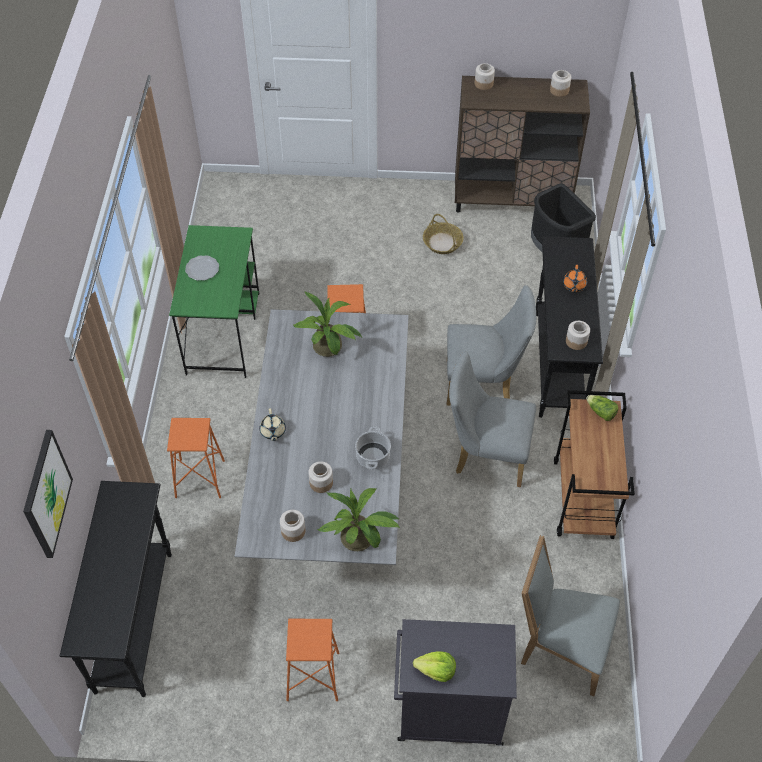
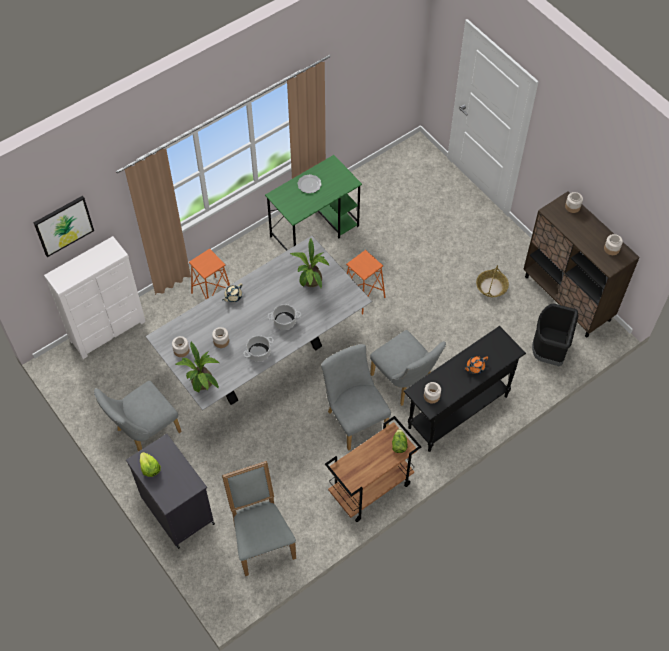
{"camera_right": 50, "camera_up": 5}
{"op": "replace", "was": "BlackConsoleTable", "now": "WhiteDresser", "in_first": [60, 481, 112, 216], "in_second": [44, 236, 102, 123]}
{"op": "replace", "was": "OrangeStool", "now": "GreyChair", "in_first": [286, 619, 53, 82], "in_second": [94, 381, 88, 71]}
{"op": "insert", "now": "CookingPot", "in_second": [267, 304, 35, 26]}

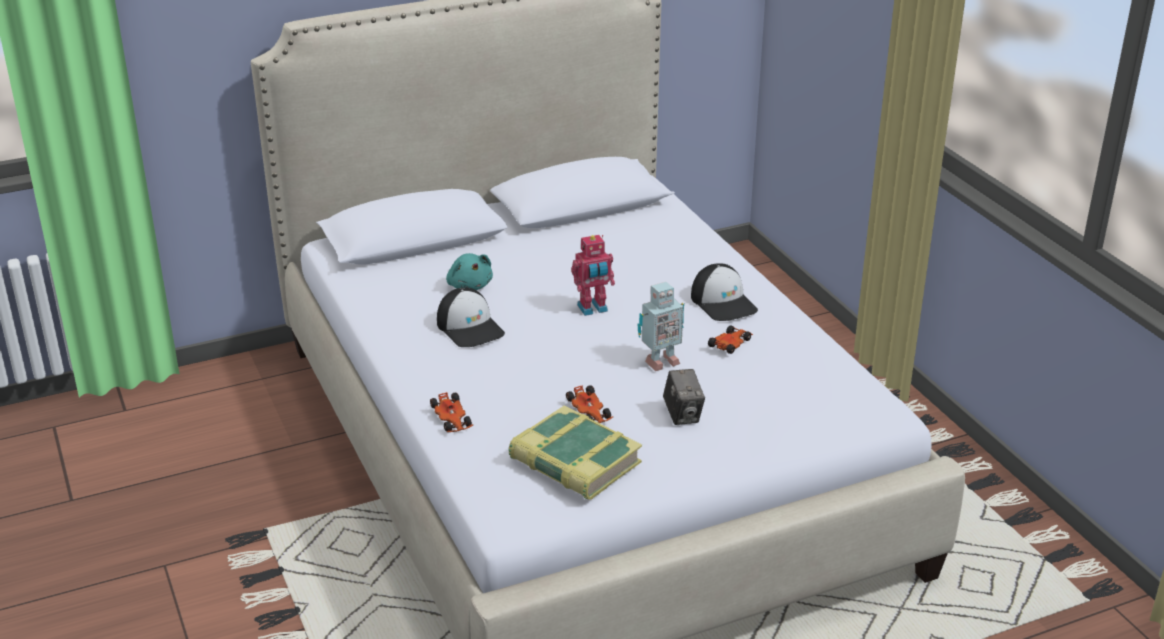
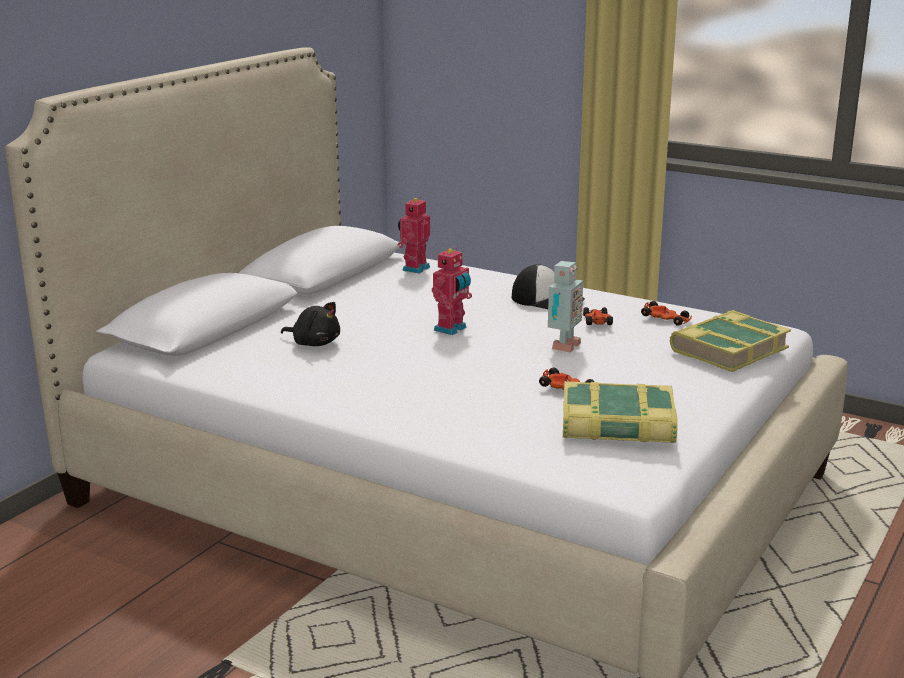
{"camera_right": -35, "camera_up": -10}
{"op": "recolor", "was": "TurquoisePlushToy", "now": "BlackPlushToy", "in_first": [446, 253, 47, 37], "in_second": [281, 302, 59, 44]}
{"op": "delete", "was": "Cap", "in_first": [437, 288, 68, 59]}
{"op": "delete", "was": "PhotoCamera", "in_first": [663, 369, 42, 56]}
{"op": "move", "was": "ToyCar", "in_first": [430, 392, 43, 40], "in_second": [641, 301, 51, 25]}
{"op": "insert", "now": "ToyRobot", "in_second": [398, 197, 33, 77]}
{"op": "insert", "now": "Book", "in_second": [670, 310, 121, 62]}

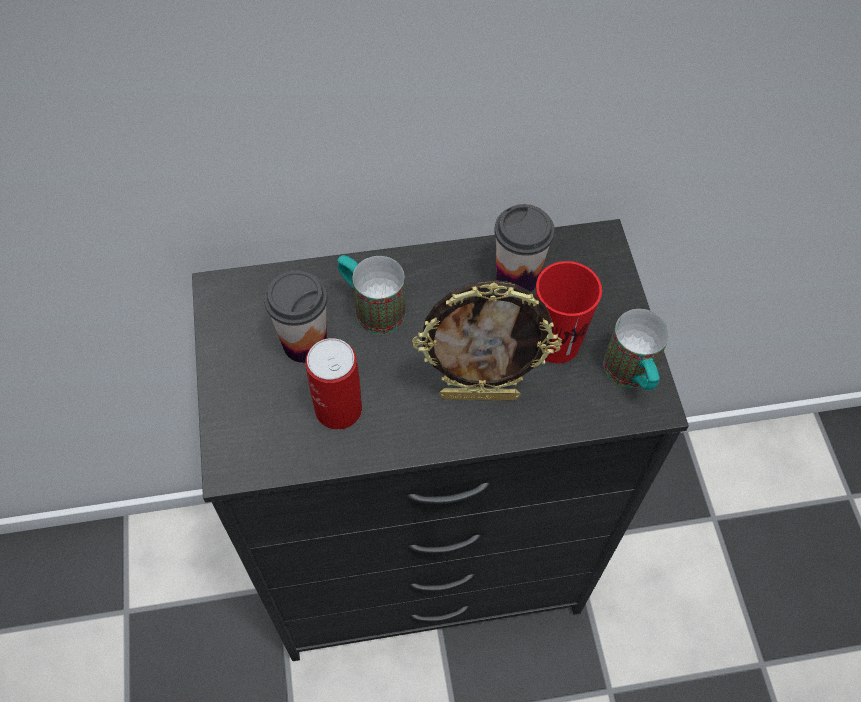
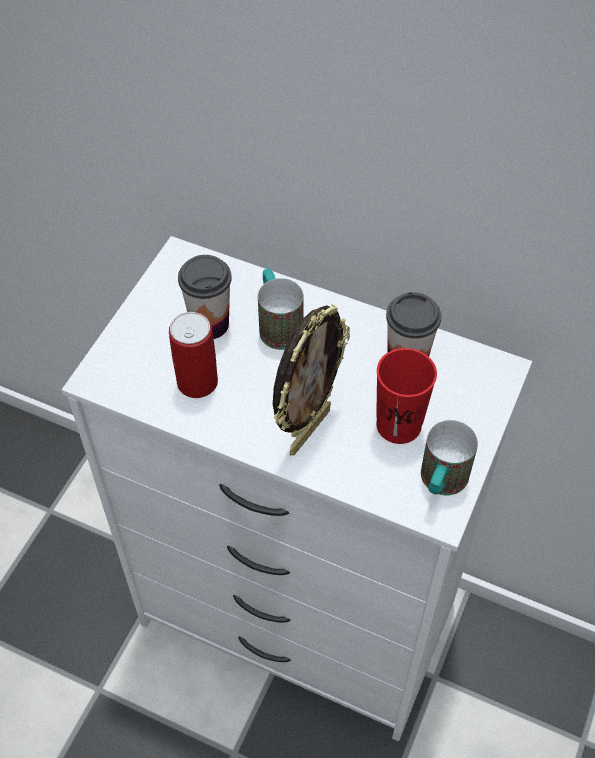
{"camera_right": 35, "camera_up": -5}
{"op": "recolor", "was": "BlackDresser", "now": "WhiteDresser", "in_first": [192, 219, 497, 442], "in_second": [62, 236, 470, 505]}
{"op": "rotate", "was": "PictureFrame", "in_first": [412, 280, 150, 121], "in_second": [273, 304, 77, 152], "clockwise": -90}

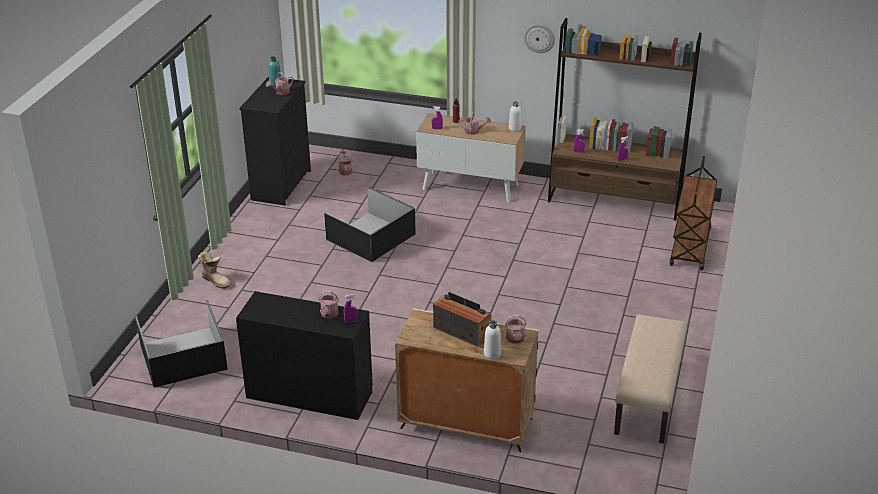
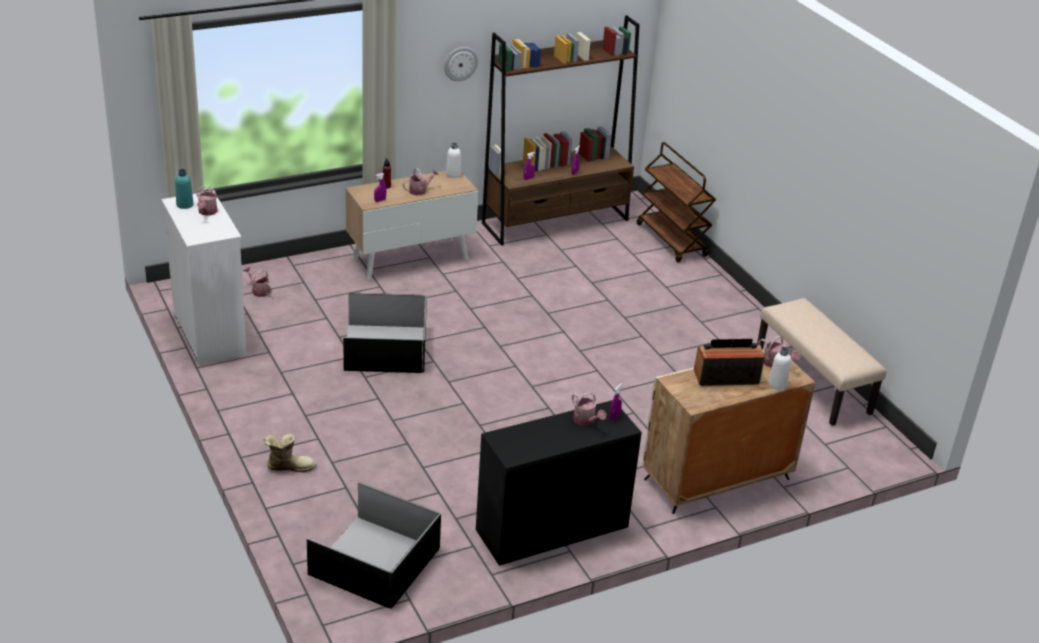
{"camera_right": -45, "camera_up": 0}
{"op": "recolor", "was": "BlackDresser", "now": "WhiteDresser", "in_first": [239, 77, 72, 129], "in_second": [162, 191, 85, 174]}

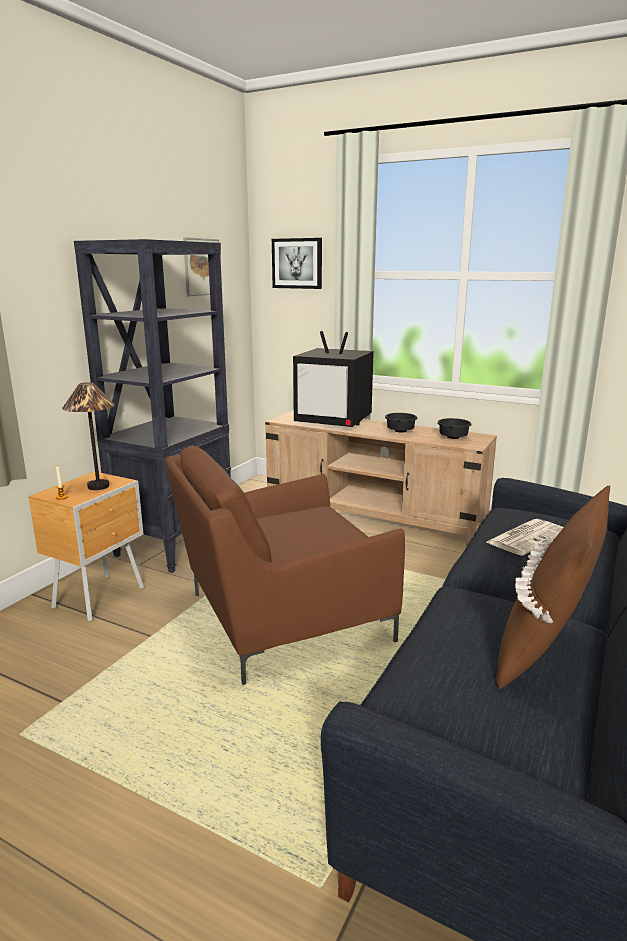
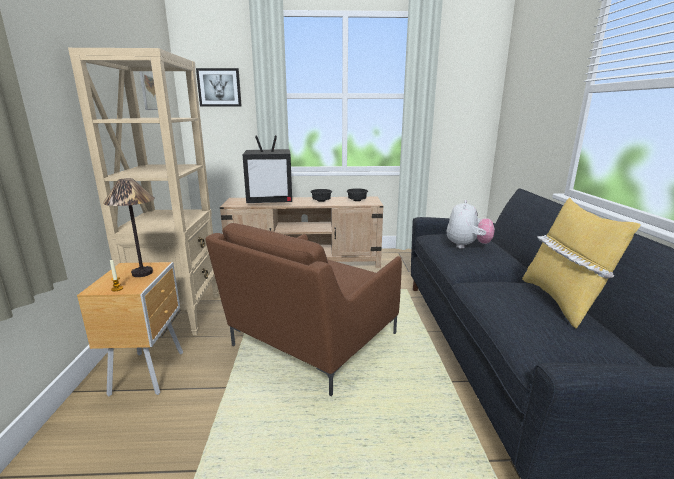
{"camera_right": -30, "camera_up": 0}
{"op": "recolor", "was": "BlackBookcase", "now": "BeigeBookcase", "in_first": [74, 239, 157, 334], "in_second": [68, 48, 151, 287]}
{"op": "recolor", "was": "BrownPillow", "now": "YellowPillow", "in_first": [496, 485, 114, 204], "in_second": [522, 198, 118, 130]}
{"op": "replace", "was": "Newspaper", "now": "PlushToy", "in_first": [486, 519, 78, 37], "in_second": [447, 200, 48, 49]}

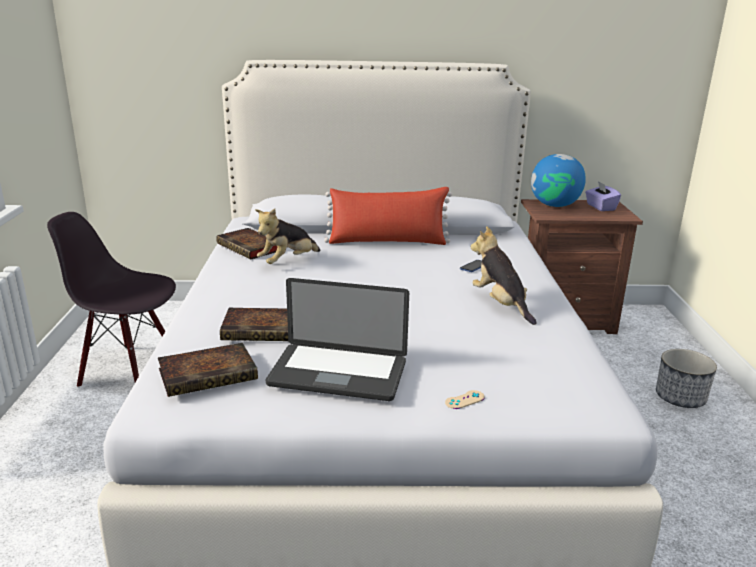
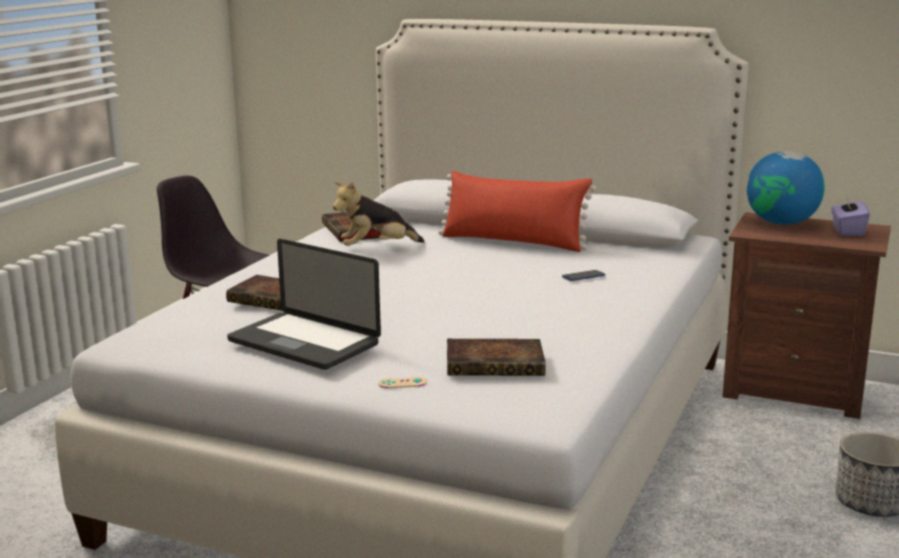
{"camera_right": 25, "camera_up": -5}
{"op": "delete", "was": "PlushToy", "in_first": [471, 226, 65, 99]}
{"op": "move", "was": "Book", "in_first": [158, 343, 100, 54], "in_second": [447, 339, 99, 37]}

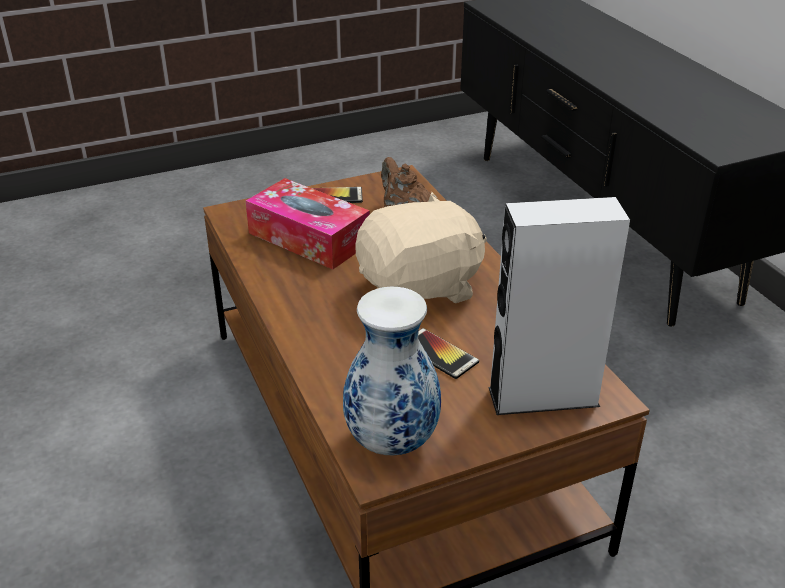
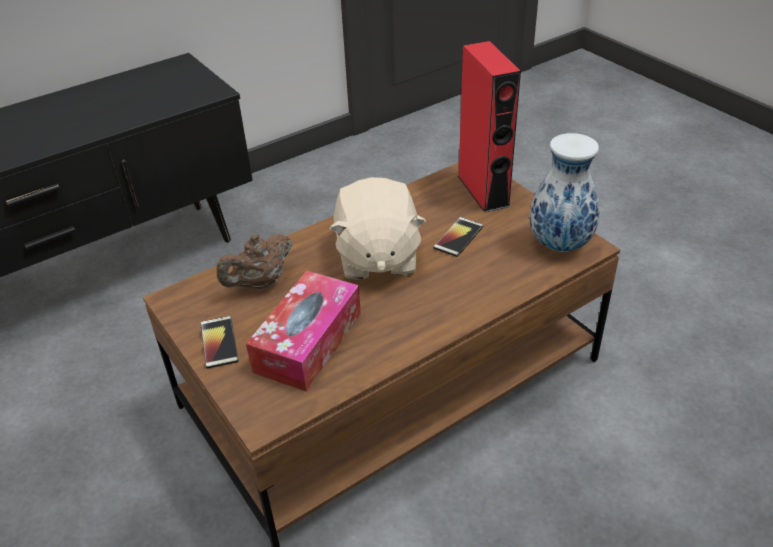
{"camera_right": -100, "camera_up": 5}
{"op": "rotate", "was": "BeigePlushToy", "in_first": [355, 192, 132, 111], "in_second": [329, 177, 97, 103], "clockwise": -150}
{"op": "recolor", "was": "GreySpeaker", "now": "RedSpeaker", "in_first": [488, 197, 142, 218], "in_second": [458, 41, 63, 172]}

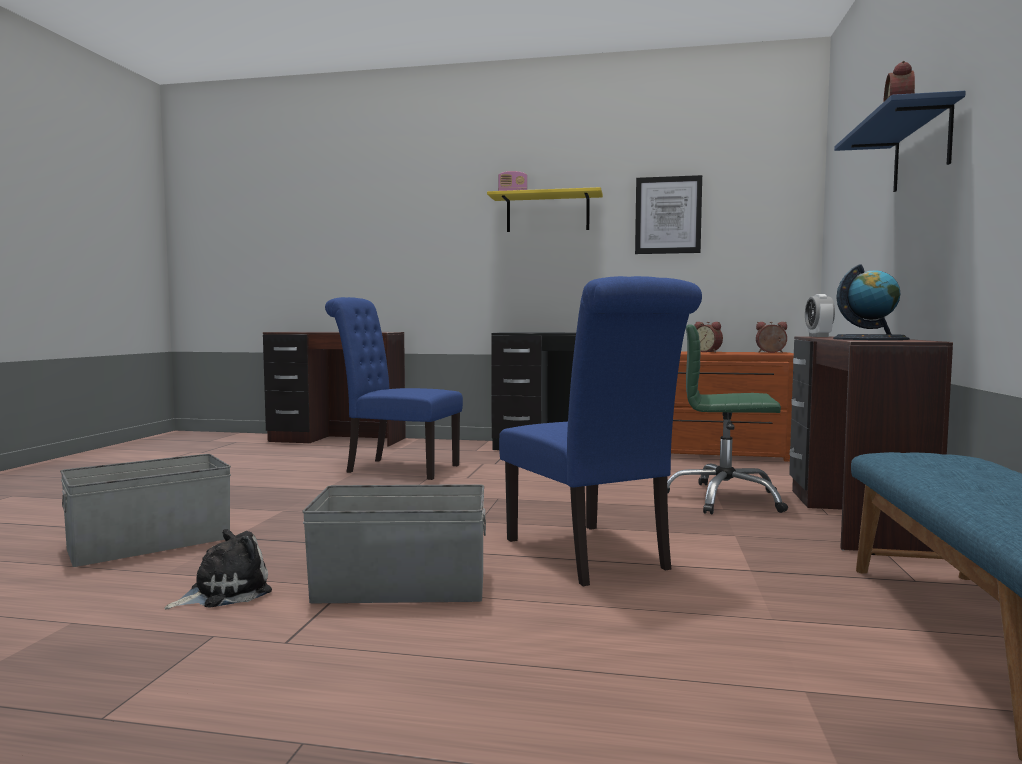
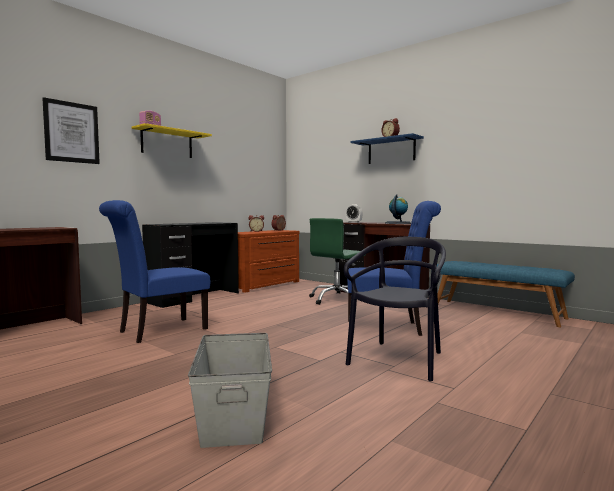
{"camera_right": -60, "camera_up": 0}
{"op": "move", "was": "Picture", "in_first": [635, 175, 67, 79], "in_second": [42, 97, 58, 67]}
{"op": "replace", "was": "GreyStorageBox", "now": "BlackChair", "in_first": [302, 484, 184, 119], "in_second": [344, 237, 102, 145]}
{"op": "delete", "was": "PlushToy", "in_first": [164, 529, 108, 80]}

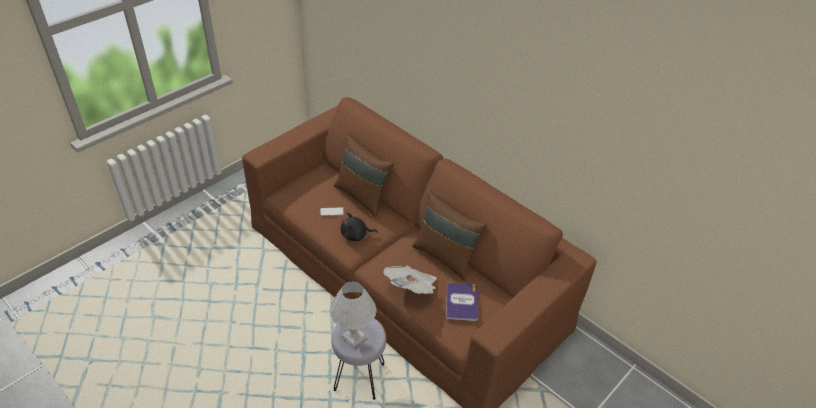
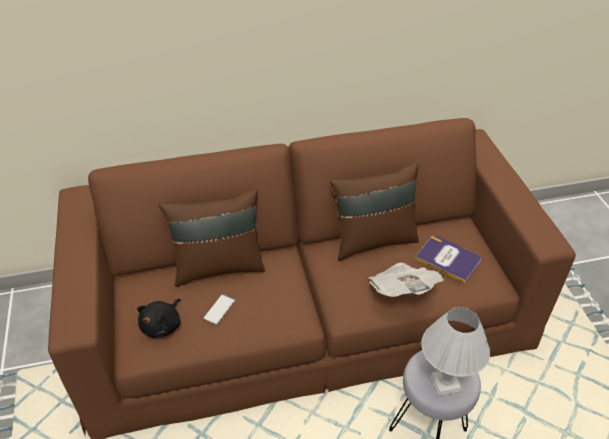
{"camera_right": -55, "camera_up": 0}
{"op": "move", "was": "BlackPlushToy", "in_first": [341, 213, 37, 28], "in_second": [137, 299, 44, 39]}

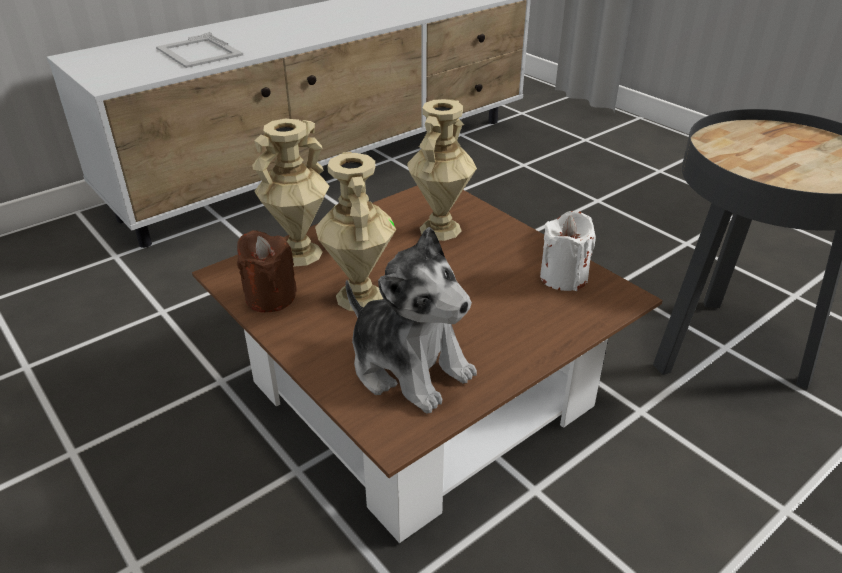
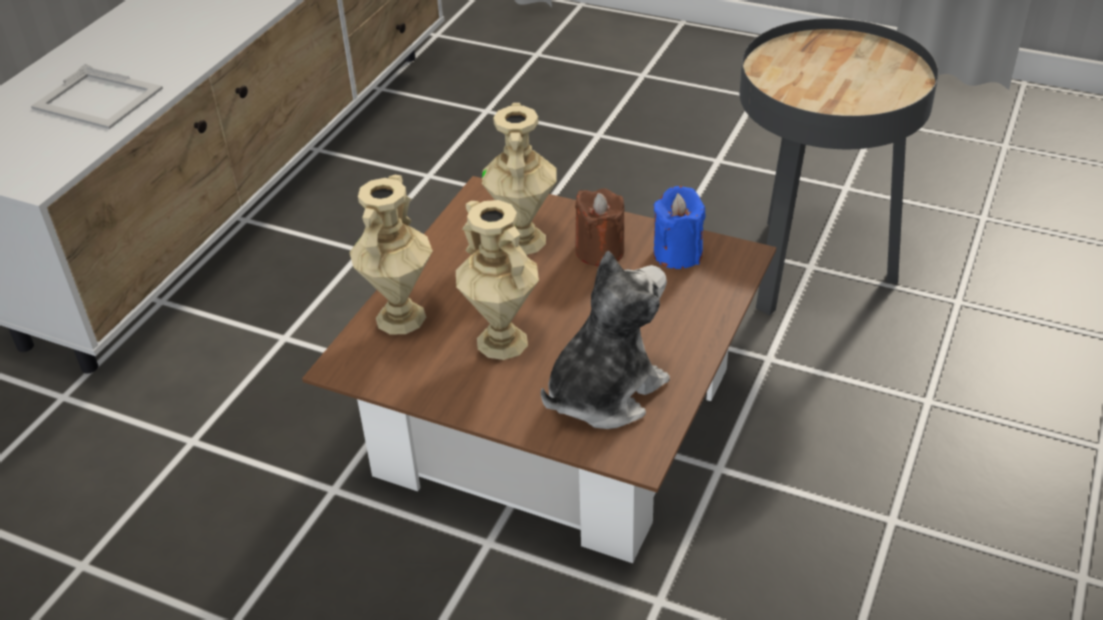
{"camera_right": -25, "camera_up": 5}
{"op": "recolor", "was": "WhiteCandle", "now": "BlueCandle", "in_first": [540, 211, 56, 80], "in_second": [653, 186, 53, 83]}
{"op": "rotate", "was": "PlushToy", "in_first": [346, 227, 131, 186], "in_second": [541, 251, 129, 178], "clockwise": -60}
{"op": "move", "was": "BrownCandle", "in_first": [237, 230, 60, 82], "in_second": [575, 188, 49, 78]}

